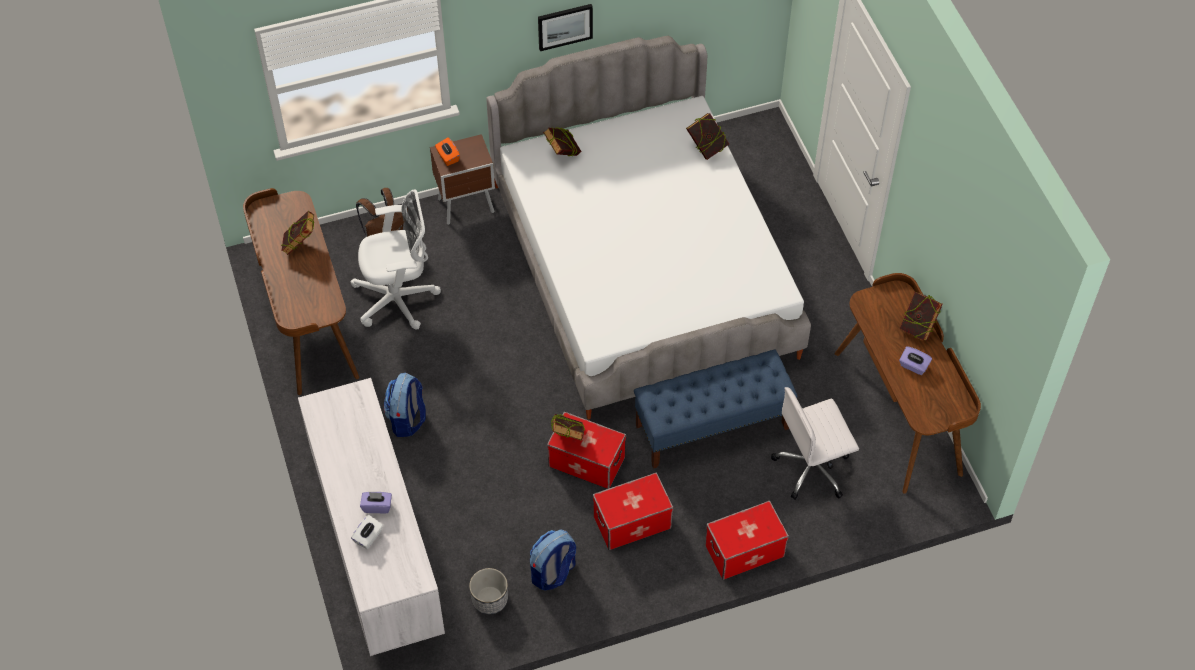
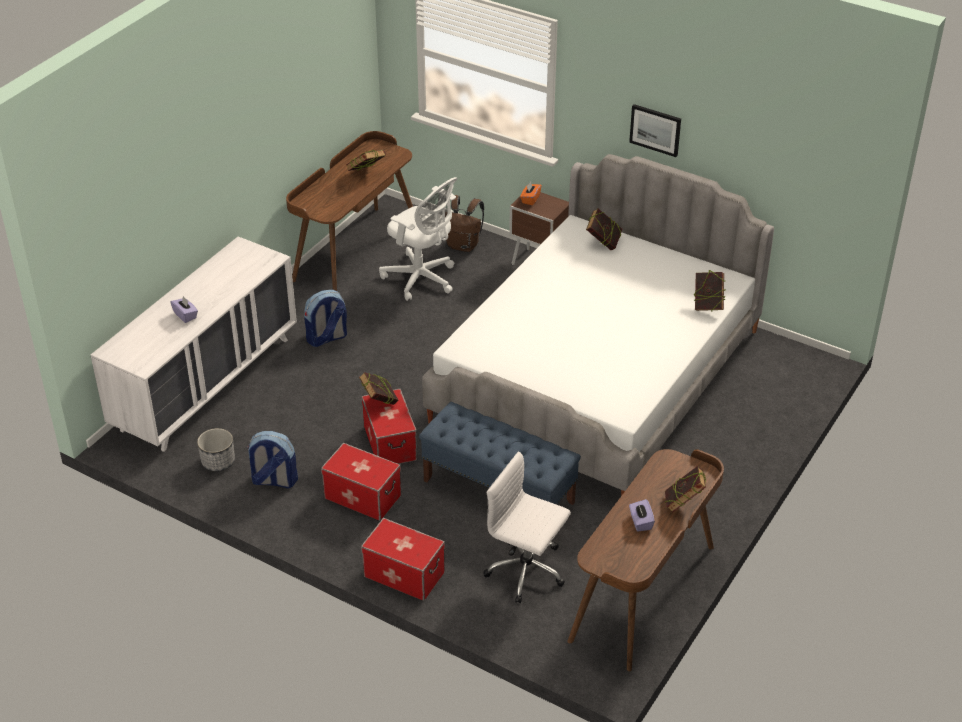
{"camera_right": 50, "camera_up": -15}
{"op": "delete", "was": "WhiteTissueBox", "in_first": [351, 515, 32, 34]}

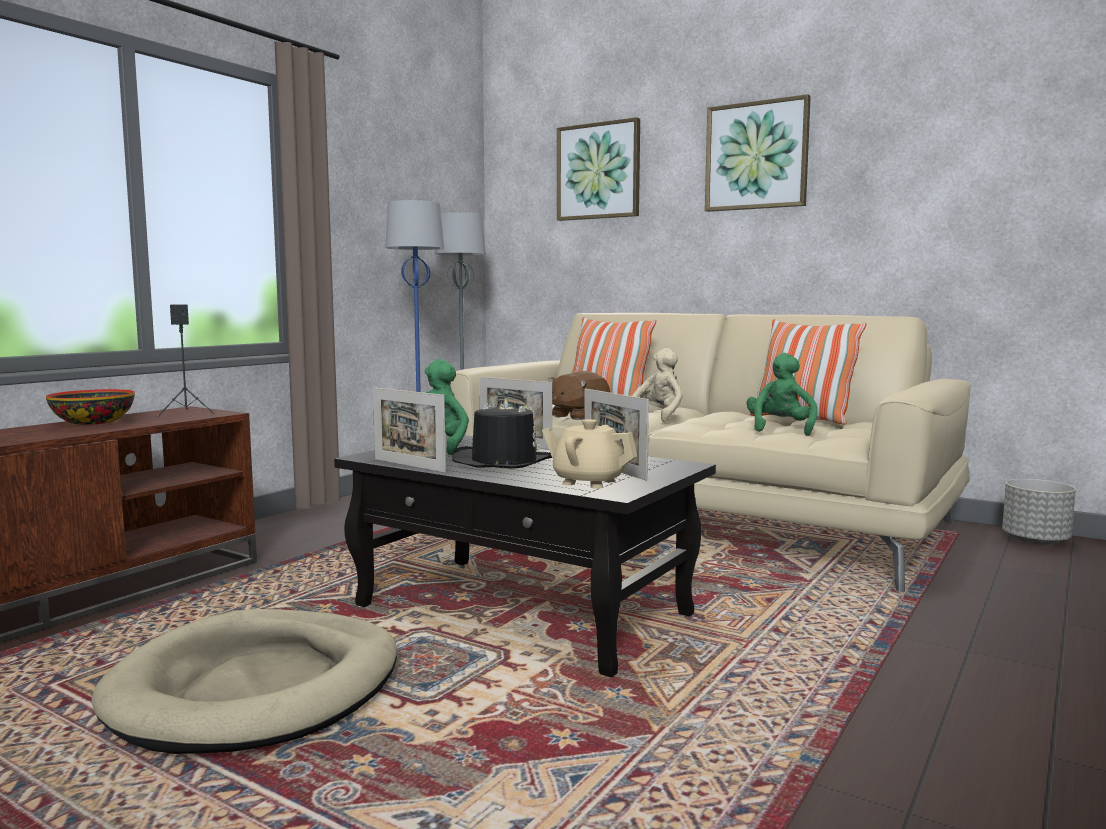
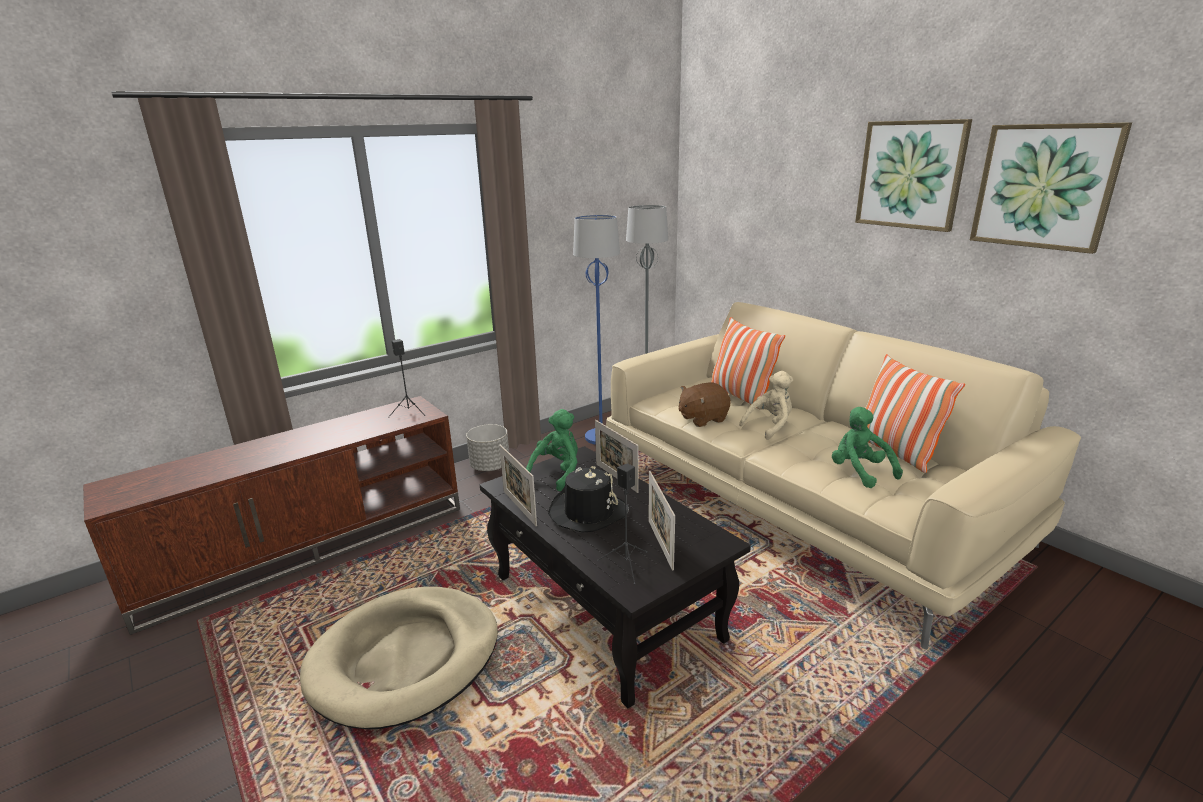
{"camera_right": 20, "camera_up": 15}
{"op": "move", "was": "Picture", "in_first": [557, 117, 83, 104], "in_second": [970, 122, 162, 132]}
{"op": "rotate", "was": "GreenPlushToy", "in_first": [746, 353, 72, 83], "in_second": [832, 407, 71, 81], "clockwise": -60}
{"op": "delete", "was": "Bowl", "in_first": [46, 389, 89, 36]}
{"op": "replace", "was": "BeigeTeapot", "now": "BlackSpeaker", "in_first": [542, 419, 95, 70], "in_second": [597, 463, 50, 122]}
{"op": "move", "was": "GreyPlanter", "in_first": [1002, 479, 74, 66], "in_second": [466, 424, 43, 47]}

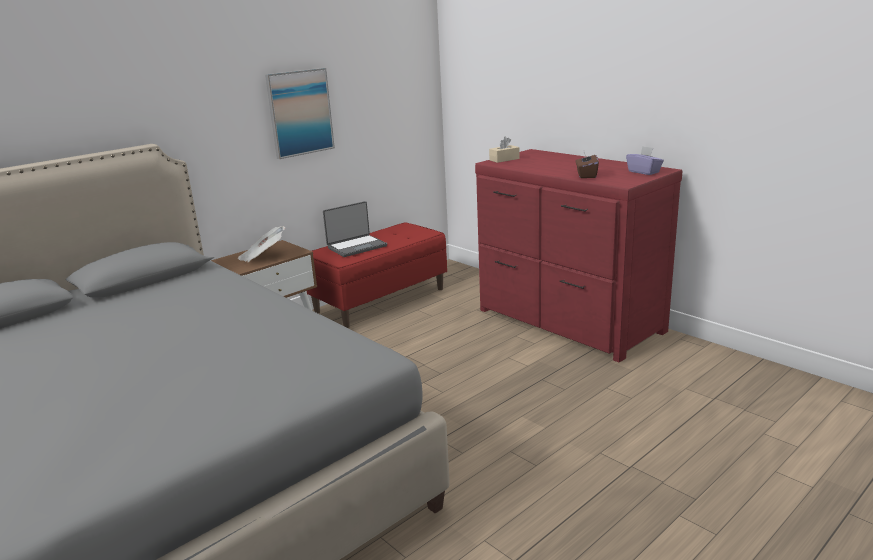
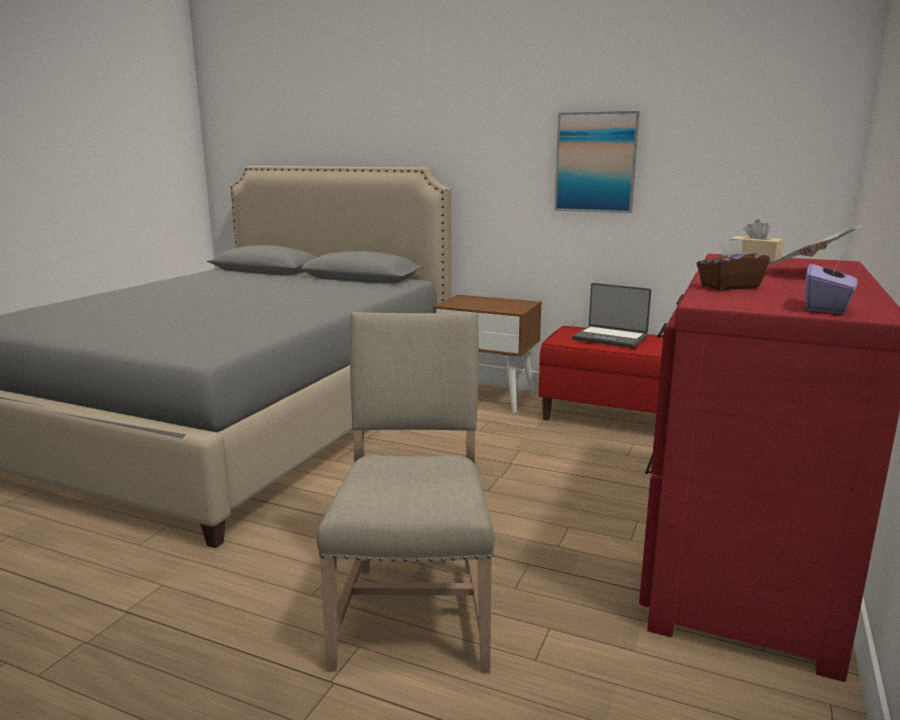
{"camera_right": 65, "camera_up": -5}
{"op": "move", "was": "Newspaper", "in_first": [238, 226, 47, 36], "in_second": [767, 225, 95, 42]}
{"op": "insert", "now": "BeigeChair", "in_second": [317, 312, 178, 361]}

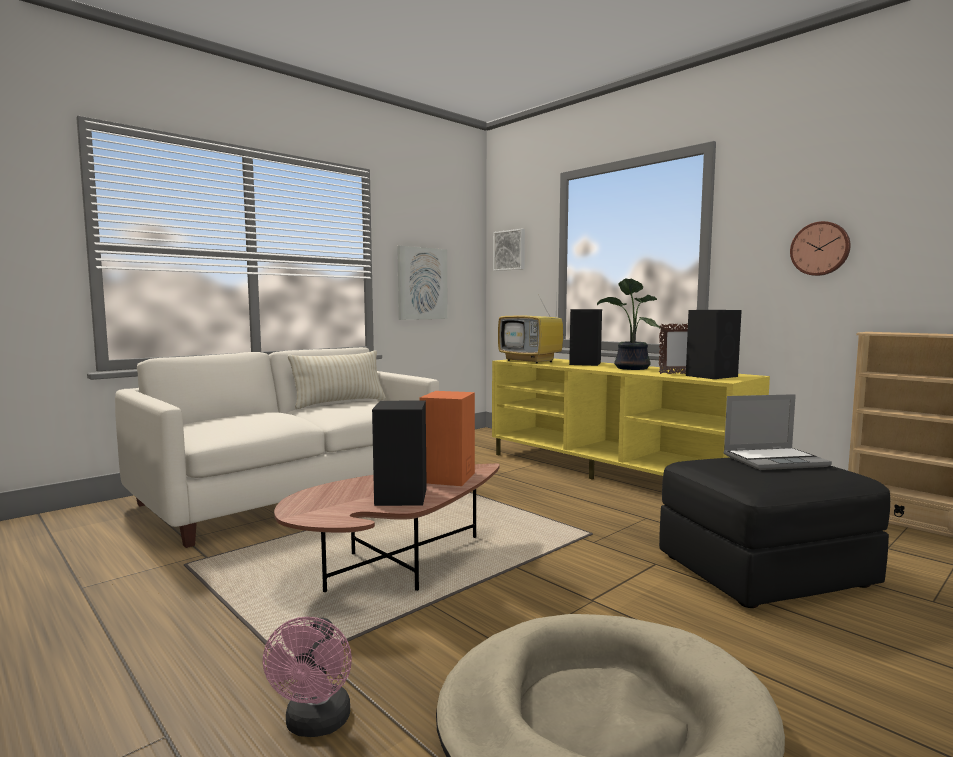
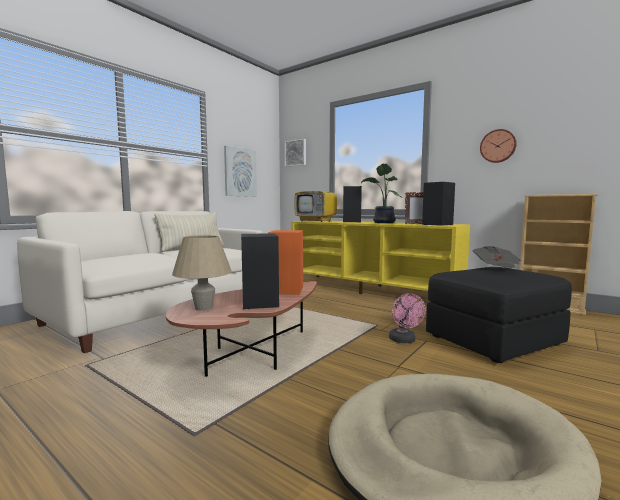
{"camera_right": -10, "camera_up": 0}
{"op": "replace", "was": "Laptop", "now": "Newspaper", "in_first": [723, 394, 109, 76], "in_second": [472, 246, 49, 22]}
{"op": "move", "was": "PinkFan", "in_first": [263, 617, 89, 120], "in_second": [389, 293, 37, 50]}
{"op": "insert", "now": "BeigeTableLamp", "in_second": [172, 235, 60, 76]}

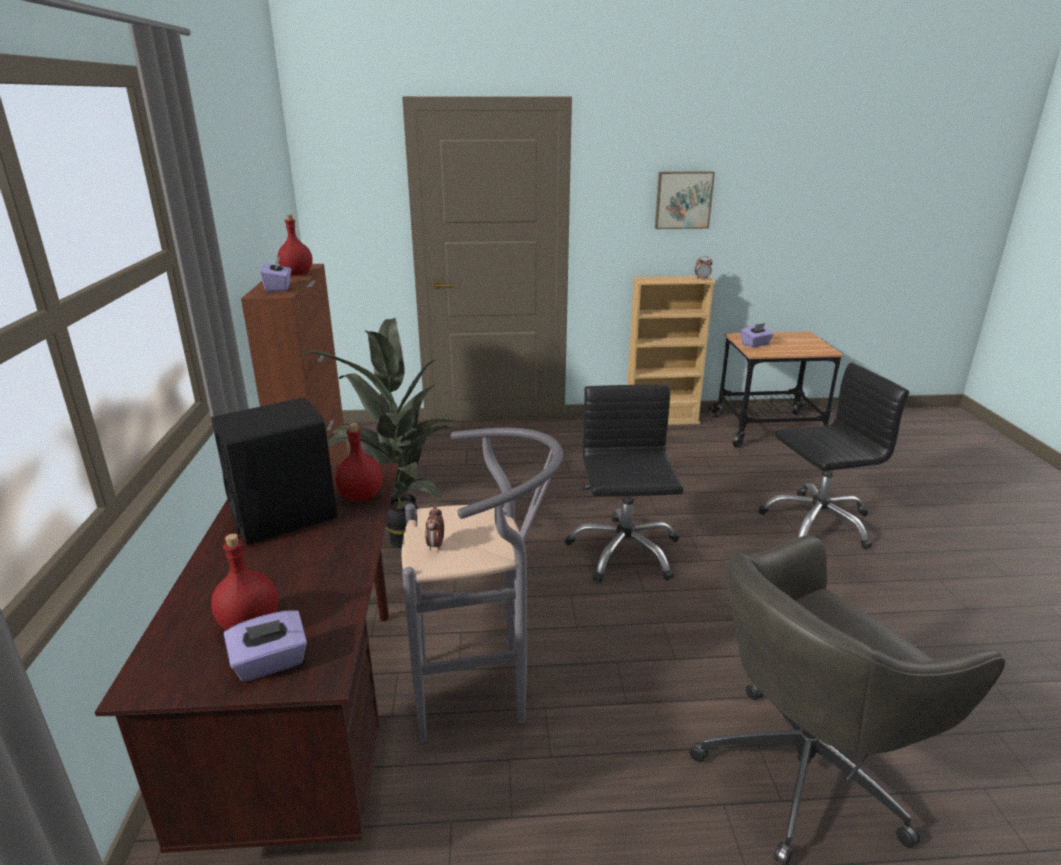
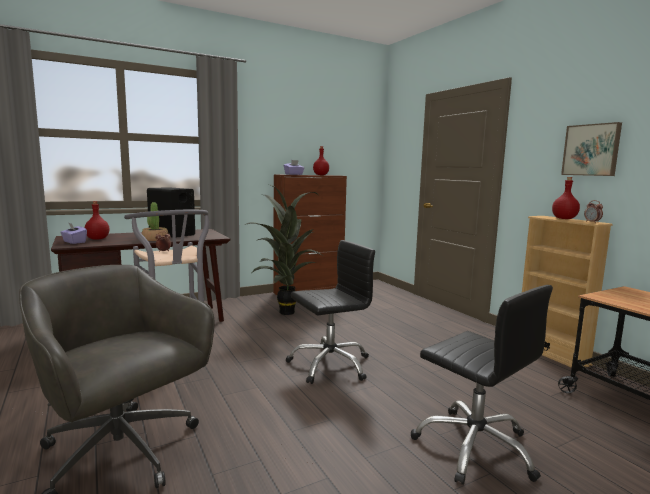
{"camera_right": 65, "camera_up": -15}
{"op": "delete", "was": "PurpleTissueBox", "in_first": [741, 323, 33, 25]}
{"op": "move", "was": "RedBottle", "in_first": [336, 423, 47, 78], "in_second": [552, 177, 28, 42]}
{"op": "insert", "now": "PottedPlant", "in_second": [142, 202, 26, 39]}

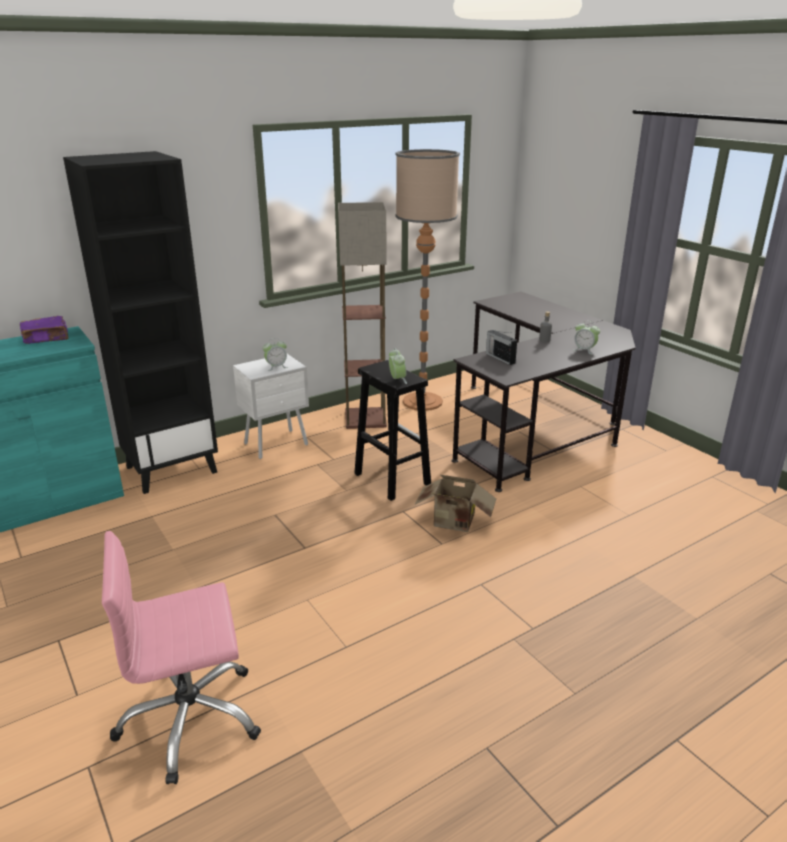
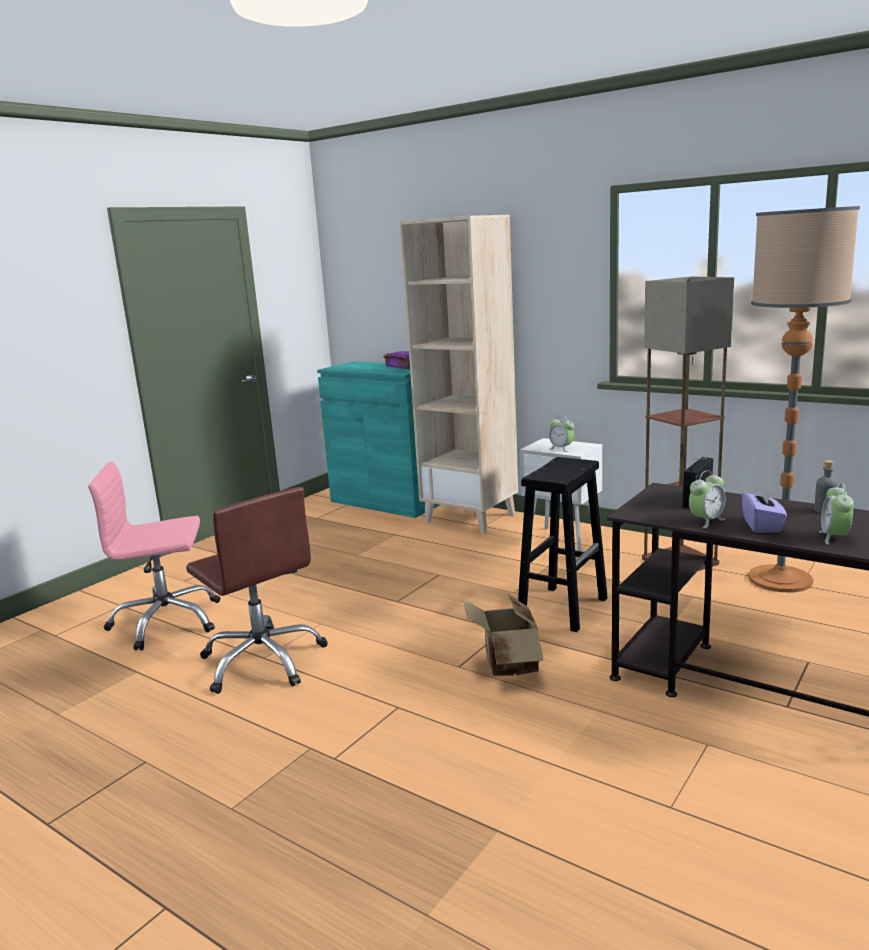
{"camera_right": 70, "camera_up": -10}
{"op": "recolor", "was": "BlackBookcase", "now": "BeigeBookcase", "in_first": [63, 151, 155, 343], "in_second": [400, 215, 118, 319]}
{"op": "move", "was": "AlarmClock", "in_first": [389, 348, 18, 36], "in_second": [689, 470, 36, 58]}
{"op": "rotate", "was": "PinkOfficeChair", "in_first": [102, 531, 159, 253], "in_second": [88, 461, 132, 189], "clockwise": -60}
{"op": "insert", "now": "PurpleTissueBox", "in_second": [742, 485, 45, 48]}
{"op": "insert", "now": "BrownOfficeChair", "in_second": [186, 487, 142, 207]}

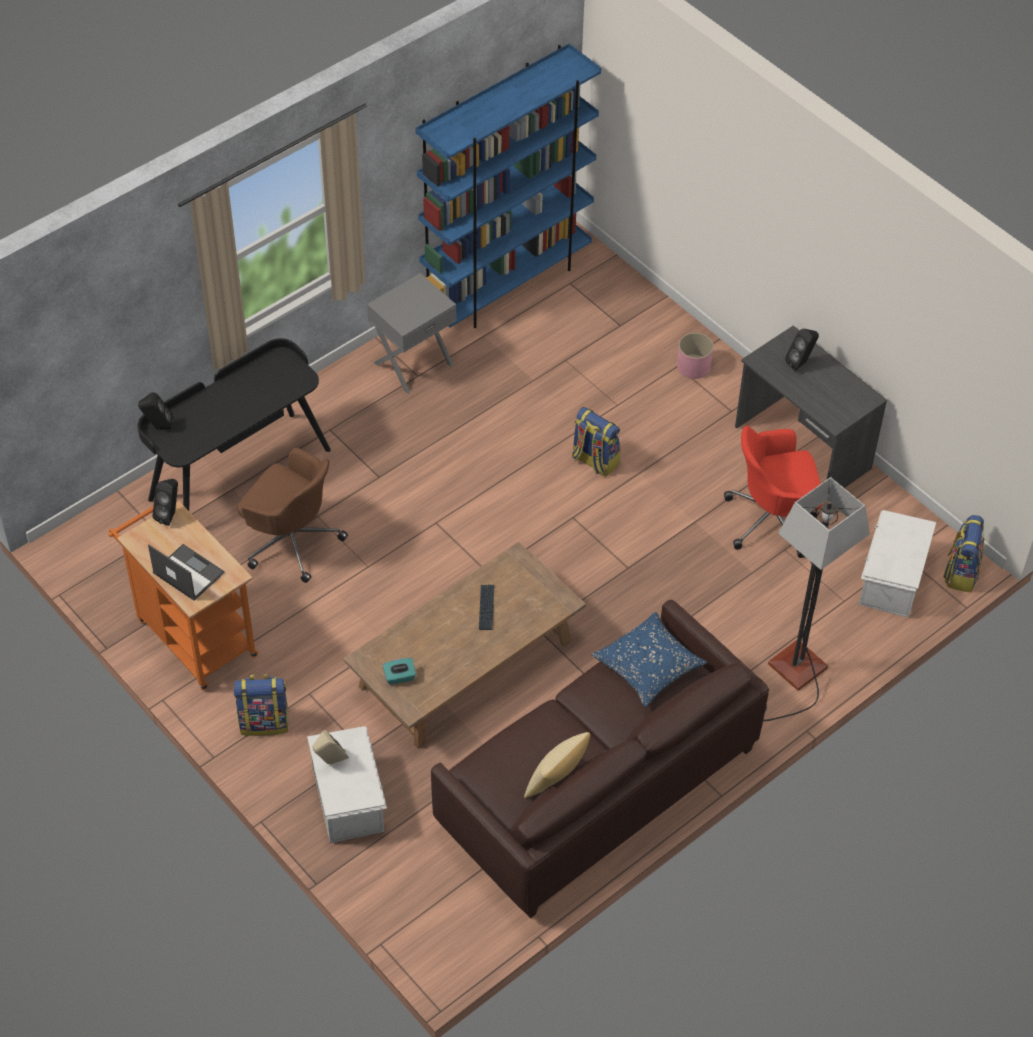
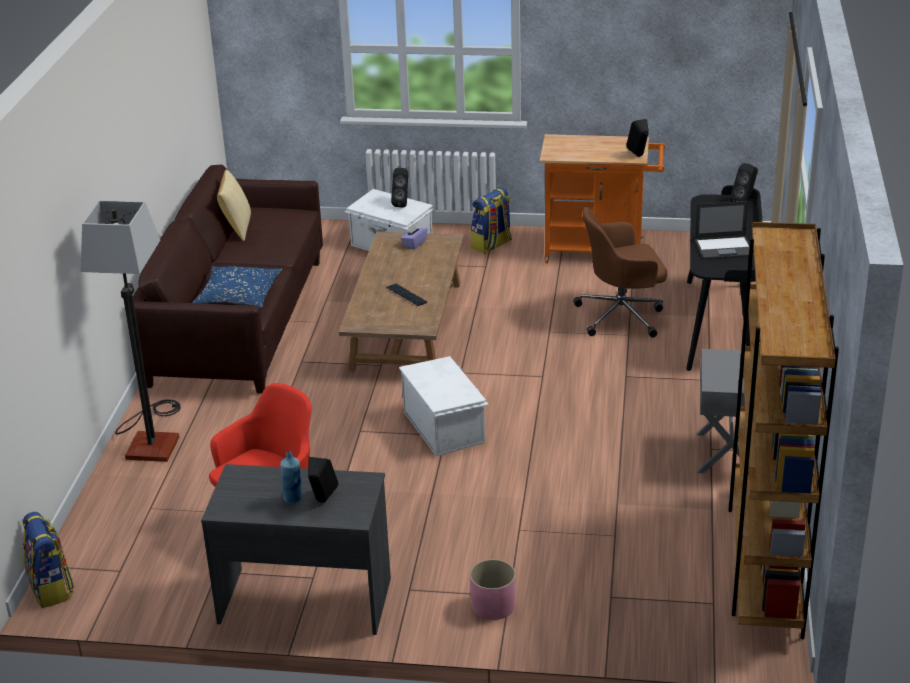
{"camera_right": 140, "camera_up": -20}
{"op": "recolor", "was": "BlueBookcase", "now": "BrownBookcase", "in_first": [416, 44, 185, 284], "in_second": [728, 222, 111, 417]}
{"op": "delete", "was": "Backpack", "in_first": [572, 407, 48, 70]}
{"op": "move", "was": "WhiteStorageBox", "in_first": [859, 510, 77, 108], "in_second": [399, 356, 90, 101]}
{"op": "move", "was": "Laptop", "in_first": [148, 544, 77, 57], "in_second": [695, 201, 59, 59]}
{"op": "recolor", "was": "TurquoiseTissueBox", "now": "PurpleTissueBox", "in_first": [382, 658, 34, 27], "in_second": [401, 223, 27, 26]}
{"op": "recolor", "was": "BeigeSpeaker", "now": "BlackSpeaker", "in_first": [312, 730, 37, 35], "in_second": [391, 168, 17, 40]}
{"op": "insert", "now": "BlueBottle", "in_second": [280, 452, 22, 52]}

